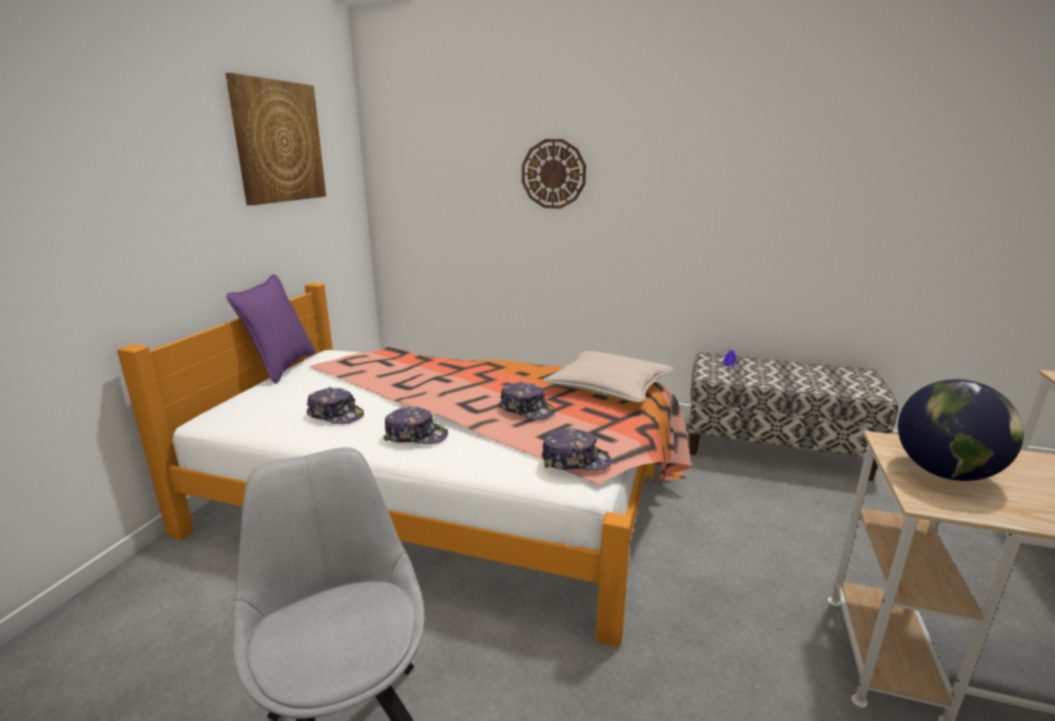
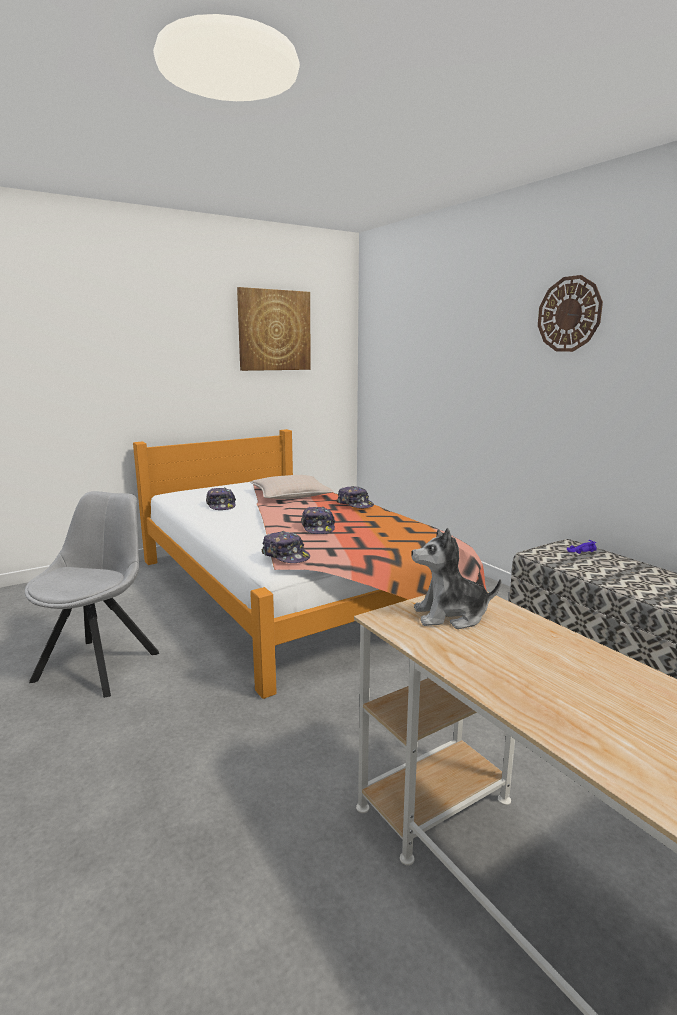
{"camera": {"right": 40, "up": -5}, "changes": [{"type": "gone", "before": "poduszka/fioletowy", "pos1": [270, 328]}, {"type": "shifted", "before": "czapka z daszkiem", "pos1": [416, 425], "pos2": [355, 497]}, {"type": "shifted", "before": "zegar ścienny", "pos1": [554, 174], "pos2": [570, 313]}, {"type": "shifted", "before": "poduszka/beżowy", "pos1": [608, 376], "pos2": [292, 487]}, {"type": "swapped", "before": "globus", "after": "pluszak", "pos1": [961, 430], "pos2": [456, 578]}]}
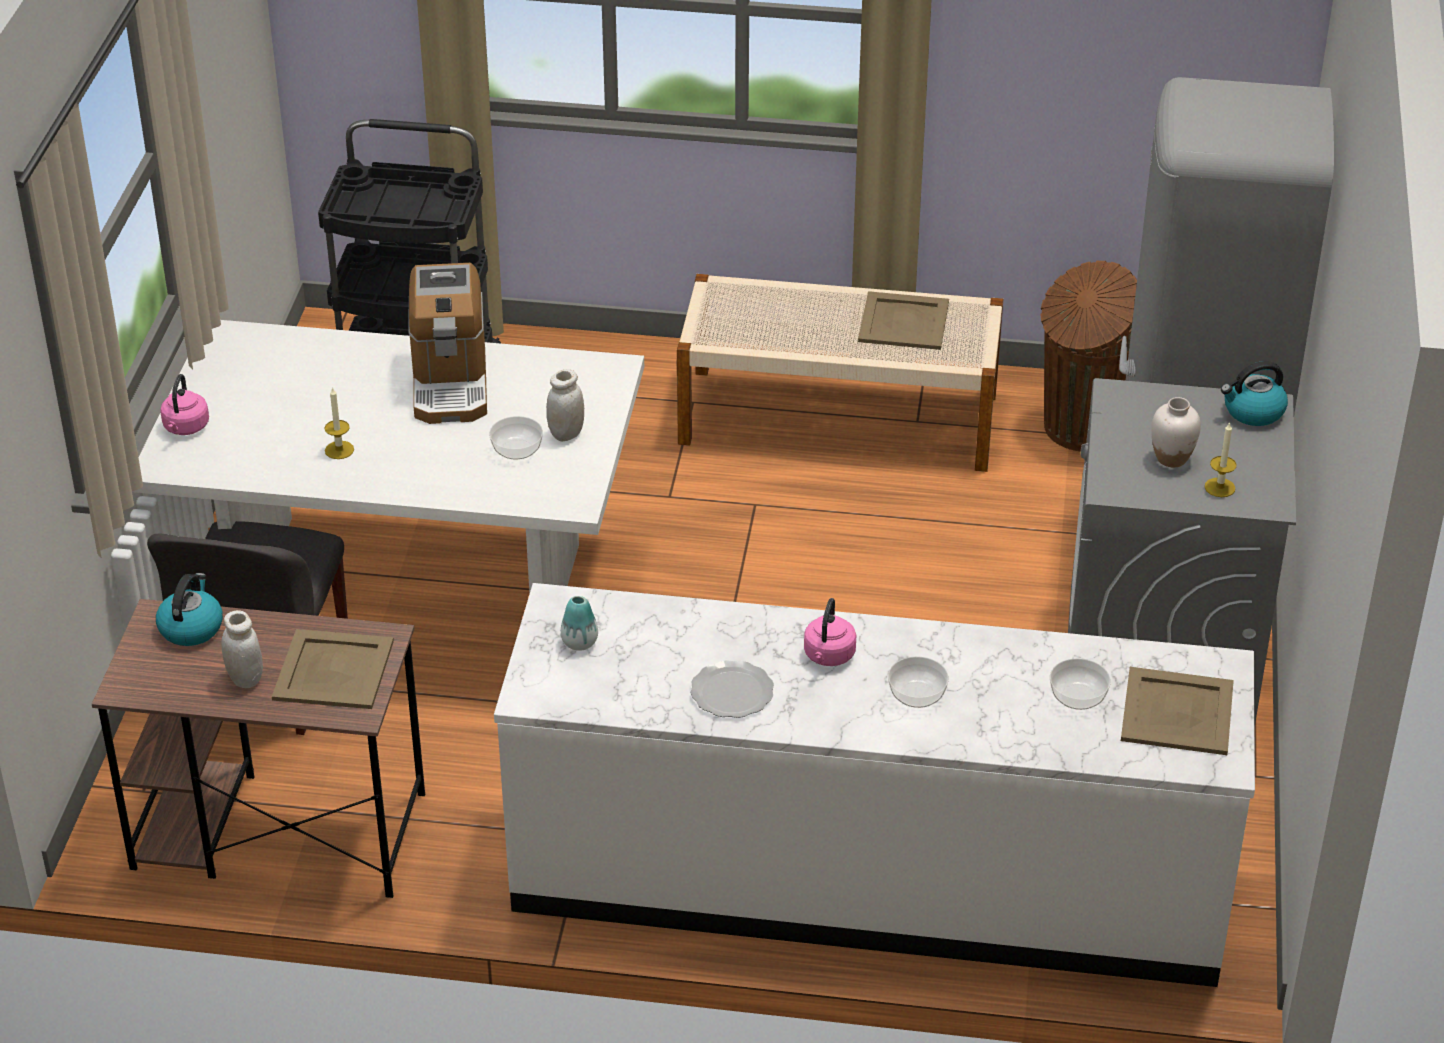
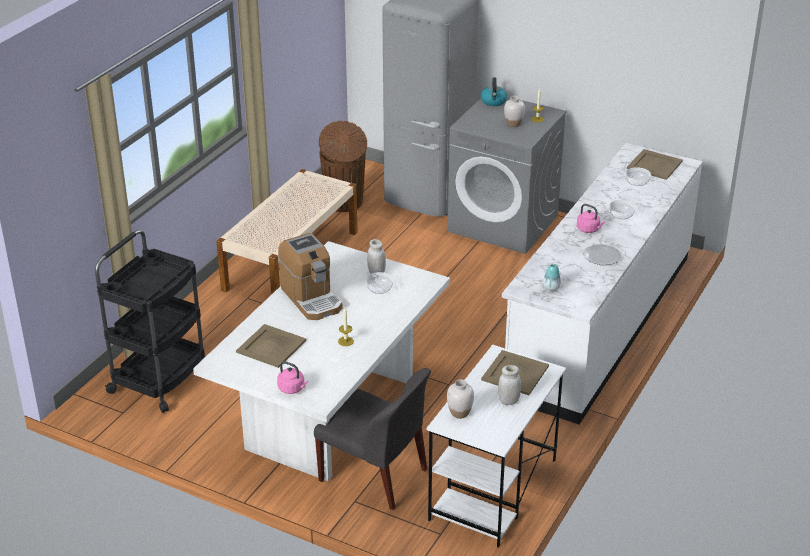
{"camera": {"right": -70, "up": -5}, "changes": [{"type": "shifted", "before": "taca/beżowy", "pos1": [903, 320], "pos2": [271, 346]}, {"type": "swapped", "before": "czajnik", "after": "wazon/biały", "pos1": [189, 609], "pos2": [460, 399]}, {"type": "repainted", "before": "biurko/brązowy", "after": "biurko/biały", "pos1": [258, 748], "pos2": [496, 446]}, {"type": "rotated", "before": "ekspres do kawy", "pos1": [448, 343], "pos2": [310, 276], "turn": 45}]}
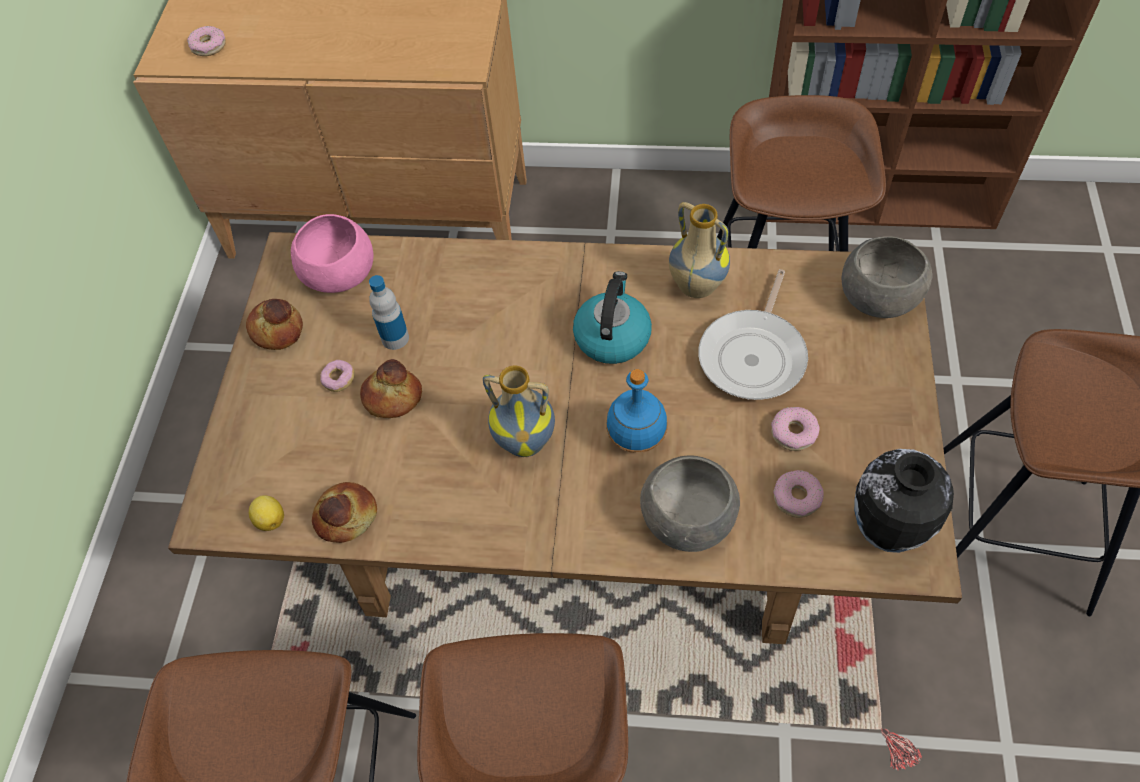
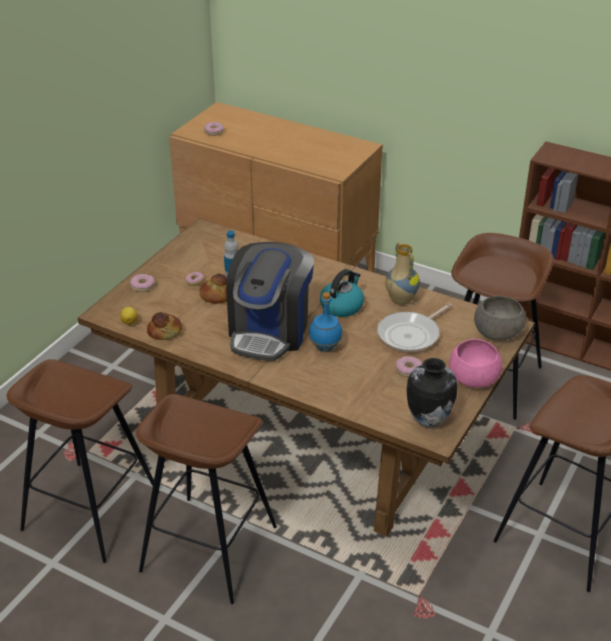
{"camera": {"right": 20, "up": -20}, "changes": [{"type": "gone", "before": "chleb", "pos1": [274, 324]}, {"type": "gone", "before": "miska/szary", "pos1": [690, 504]}, {"type": "shifted", "before": "miska/różowy", "pos1": [332, 253], "pos2": [475, 363]}, {"type": "shifted", "before": "donut", "pos1": [798, 494], "pos2": [142, 283]}, {"type": "swapped", "before": "wazon", "after": "ekspres do kawy", "pos1": [519, 411], "pos2": [270, 301]}]}
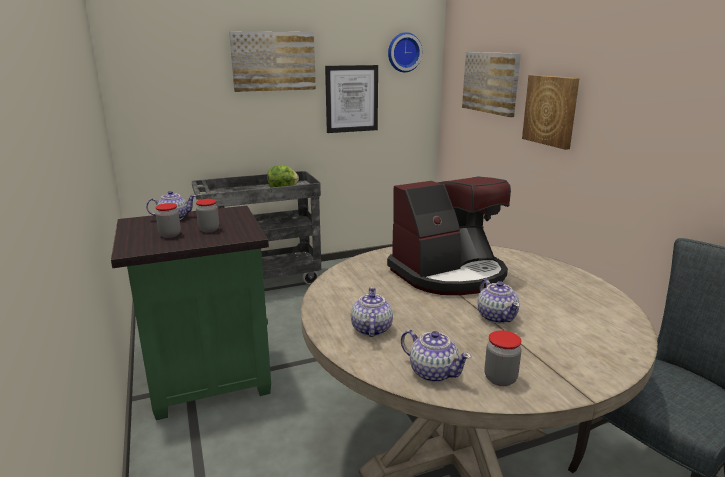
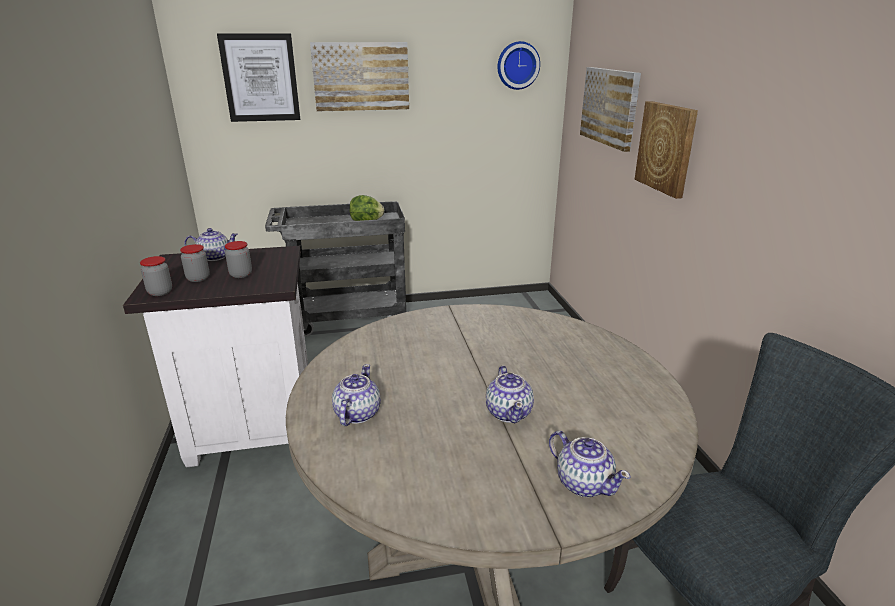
{"camera": {"right": 10, "up": 5}, "changes": [{"type": "gone", "before": "ekspres do kawy", "pos1": [449, 236]}, {"type": "shifted", "before": "obraz", "pos1": [351, 99], "pos2": [258, 78]}, {"type": "shifted", "before": "imbryk", "pos1": [436, 356], "pos2": [589, 464]}, {"type": "shifted", "before": "słoik", "pos1": [503, 358], "pos2": [156, 276]}, {"type": "repainted", "before": "szafka/zielony", "after": "szafka/biały", "pos1": [191, 313], "pos2": [215, 357]}]}
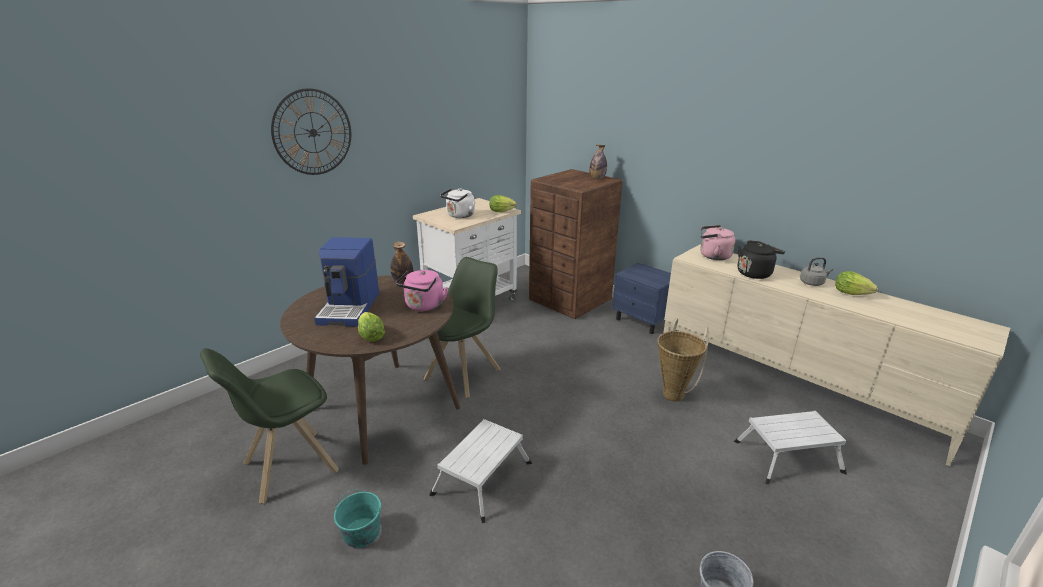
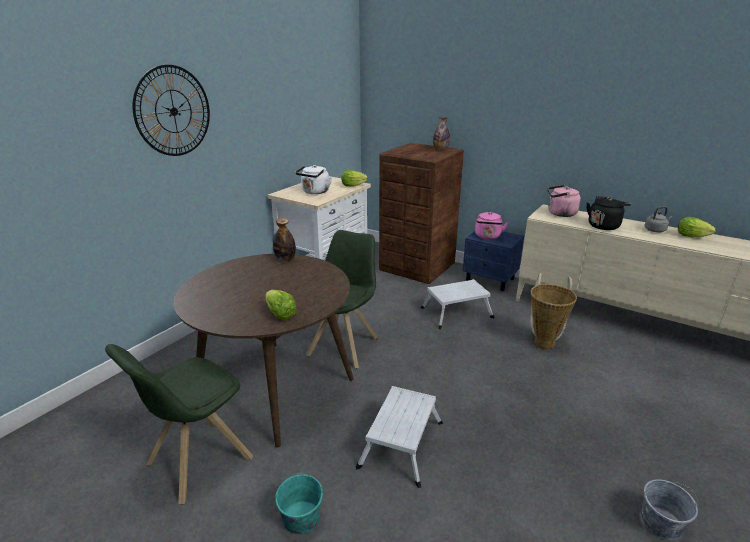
{"camera": {"right": -10, "up": 0}, "changes": [{"type": "gone", "before": "ekspres do kawy", "pos1": [346, 282]}, {"type": "shifted", "before": "czajnik/różowy", "pos1": [422, 290], "pos2": [492, 225]}, {"type": "shifted", "before": "drabinka/biały", "pos1": [790, 448], "pos2": [458, 304]}]}
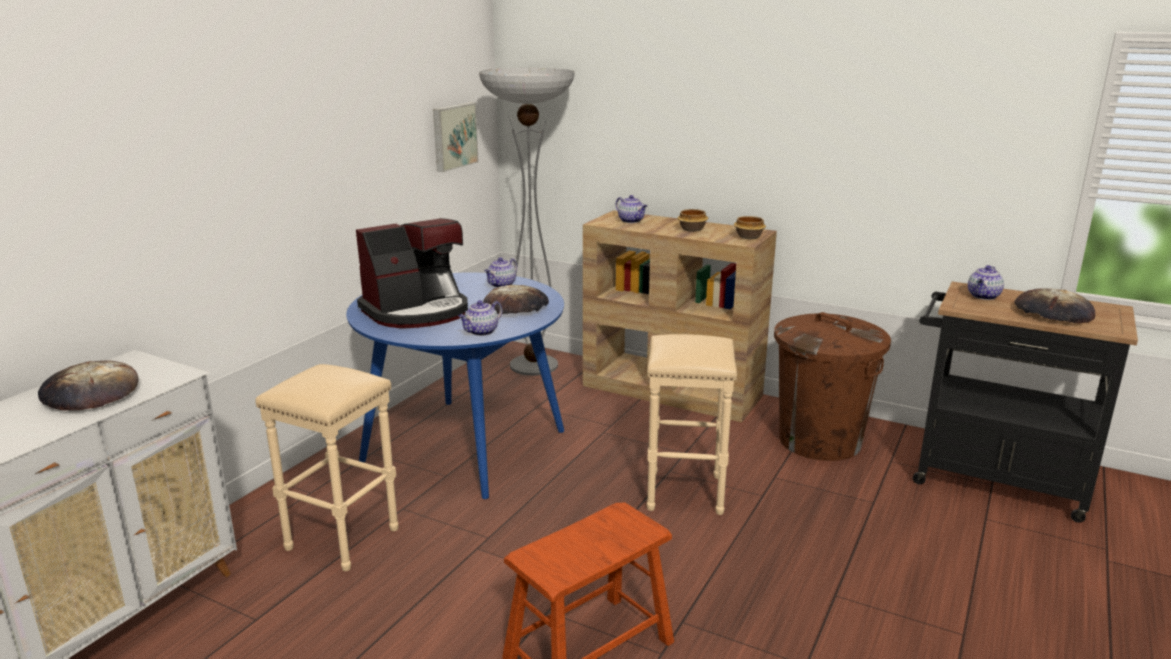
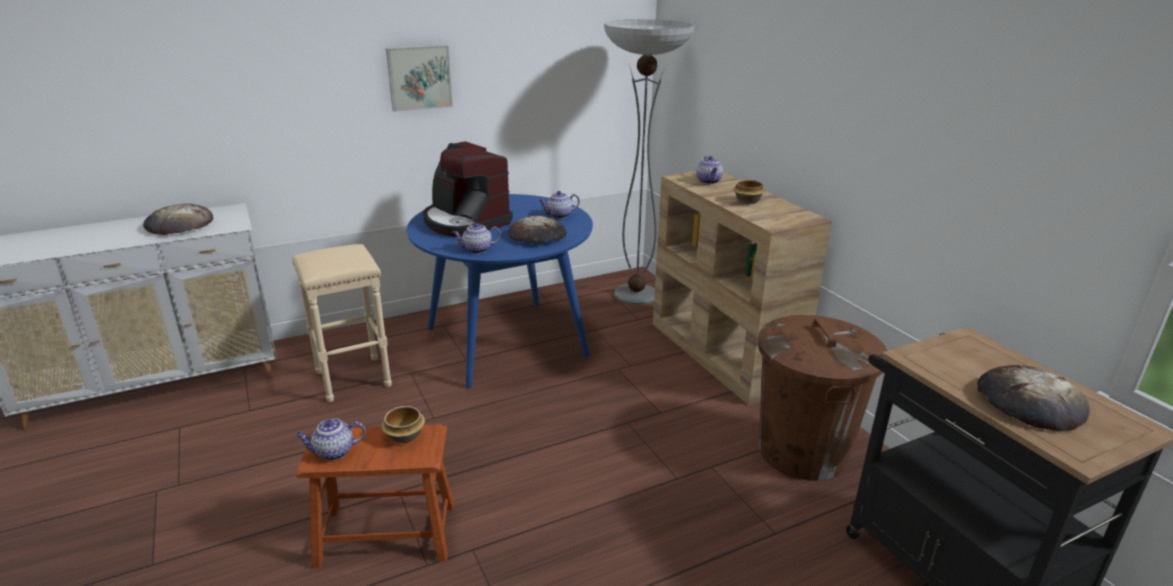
{"camera": {"right": 35, "up": 5}, "changes": [{"type": "gone", "before": "stołek/beżowy", "pos1": [692, 424]}, {"type": "shifted", "before": "obraz", "pos1": [456, 137], "pos2": [419, 78]}, {"type": "shifted", "before": "miska", "pos1": [750, 227], "pos2": [403, 424]}, {"type": "shifted", "before": "imbryk", "pos1": [986, 282], "pos2": [331, 439]}, {"type": "rotated", "before": "ekspres do kawy", "pos1": [412, 273], "pos2": [468, 189], "turn": 45}]}
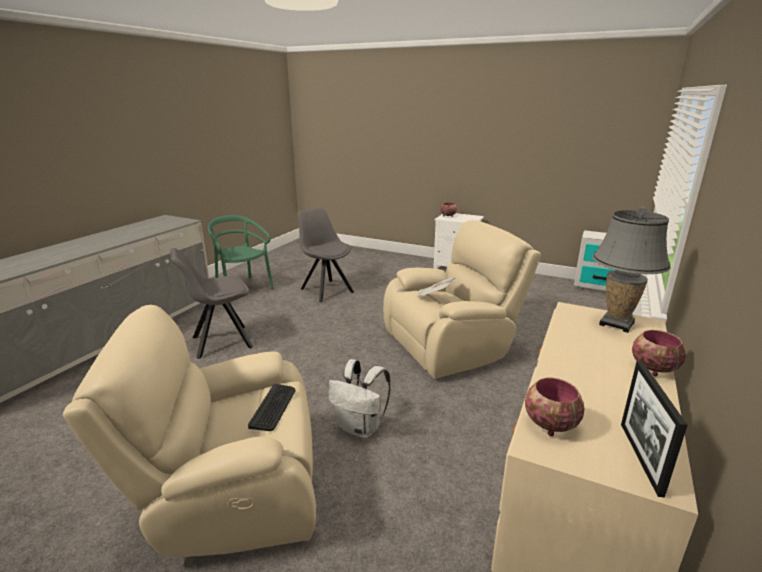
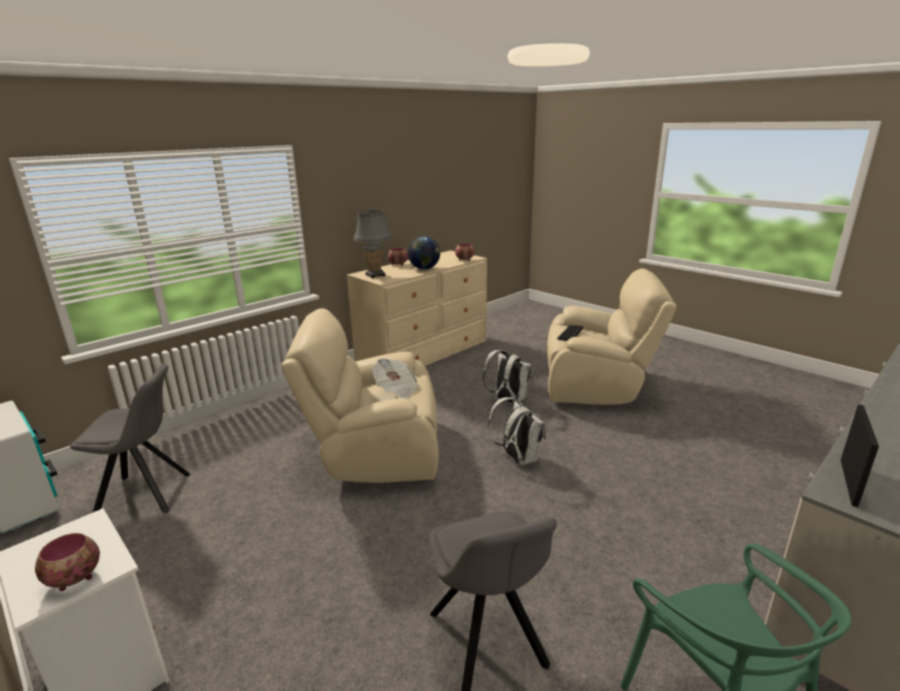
{"camera": {"right": -160, "up": 0}, "changes": [{"type": "new", "after": "globus", "pos2": [424, 253]}, {"type": "new", "after": "plecak/biały", "pos2": [517, 431]}, {"type": "shifted", "before": "krzesło/szary", "pos1": [211, 303], "pos2": [130, 438]}, {"type": "shifted", "before": "ramka na zdjęcie", "pos1": [654, 429], "pos2": [860, 455]}]}
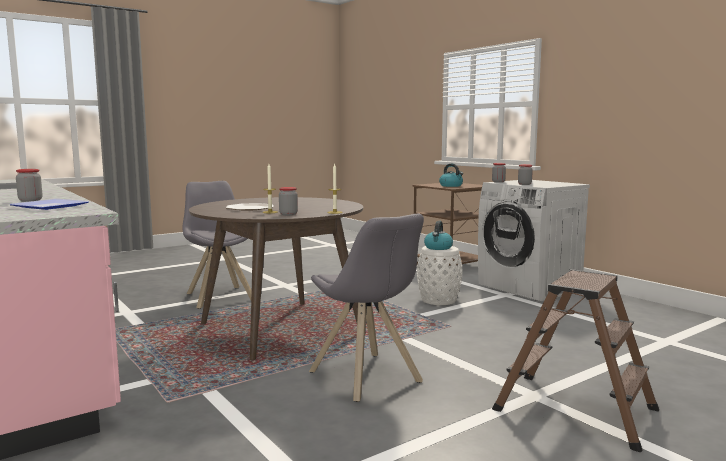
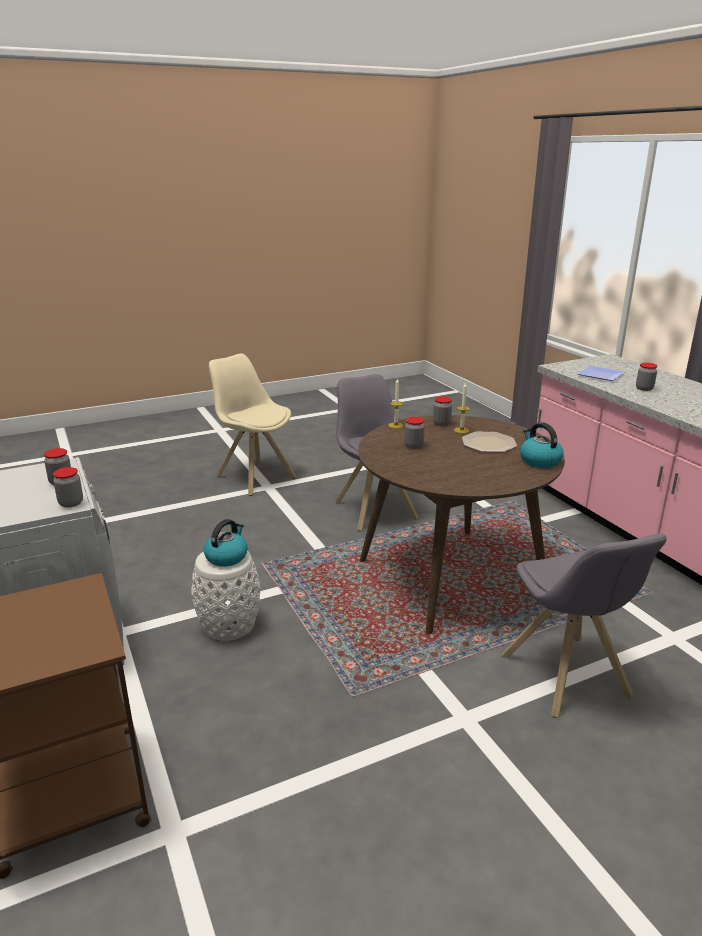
{"camera": {"right": -170, "up": 15}, "changes": [{"type": "new", "after": "słoik", "pos2": [414, 433]}, {"type": "shifted", "before": "czajnik", "pos1": [451, 175], "pos2": [542, 445]}, {"type": "swapped", "before": "drabinka/brązowy", "after": "krzesło/beżowy", "pos1": [575, 360], "pos2": [252, 425]}]}
